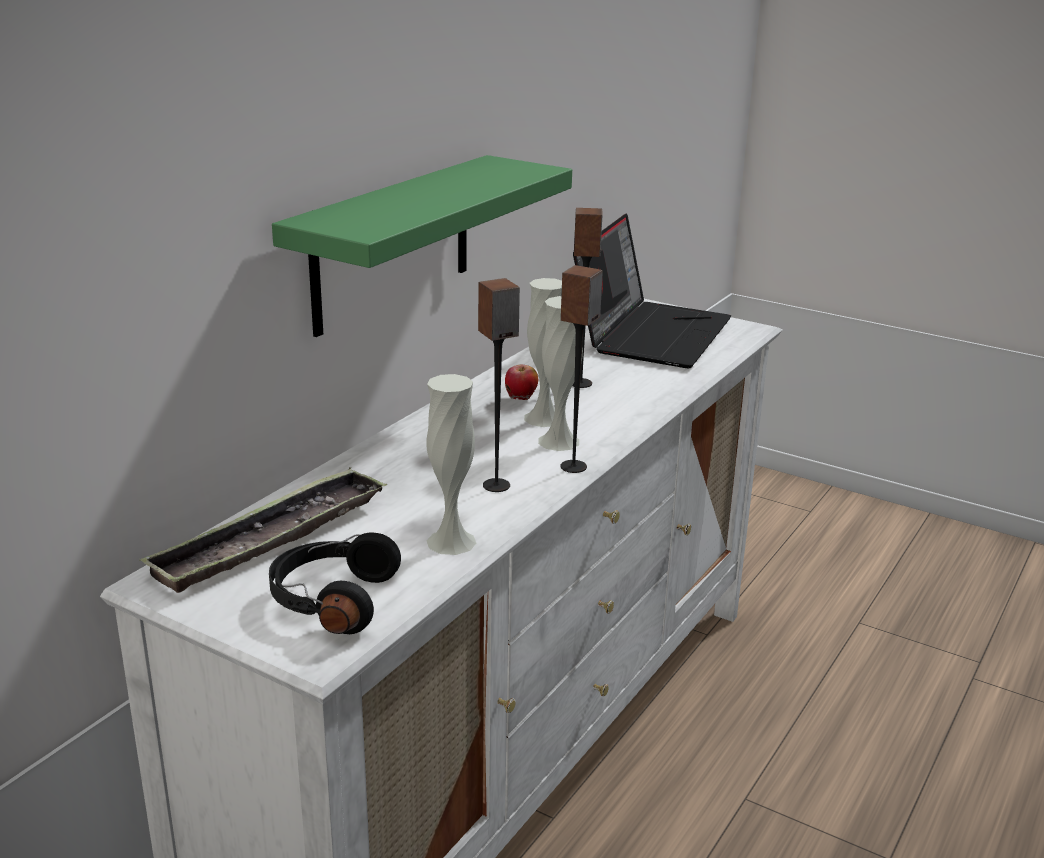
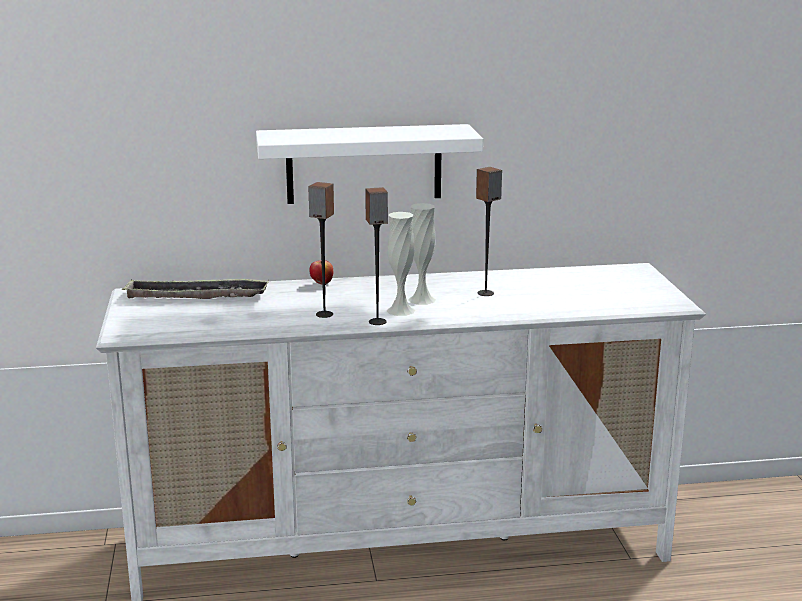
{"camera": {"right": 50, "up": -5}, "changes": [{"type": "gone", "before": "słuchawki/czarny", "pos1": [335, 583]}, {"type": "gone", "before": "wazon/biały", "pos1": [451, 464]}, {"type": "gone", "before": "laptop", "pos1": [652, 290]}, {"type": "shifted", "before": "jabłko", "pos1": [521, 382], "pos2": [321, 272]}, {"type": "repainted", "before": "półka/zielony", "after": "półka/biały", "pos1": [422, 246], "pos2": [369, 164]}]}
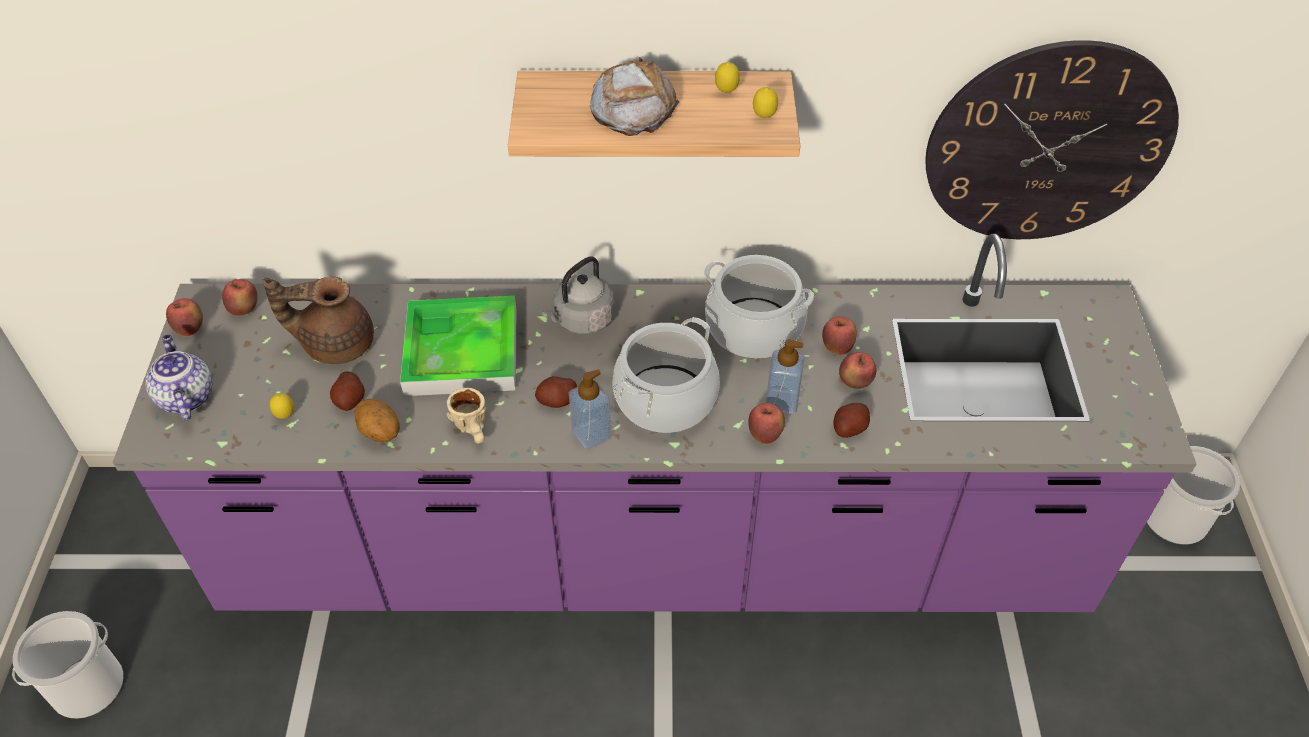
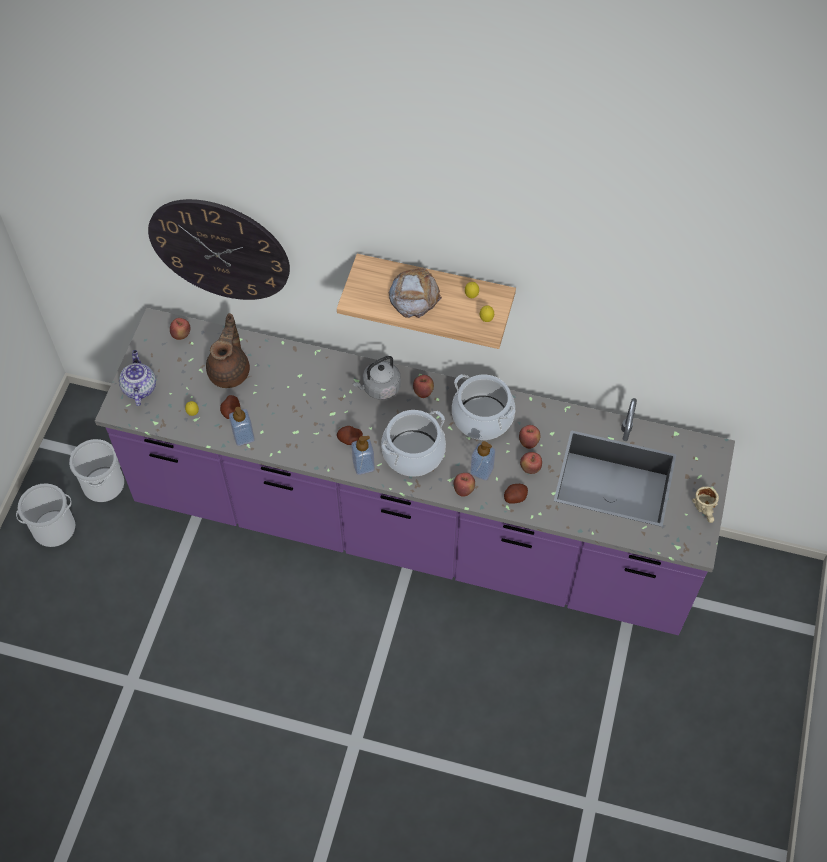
{"camera": {"right": 15, "up": 10}, "changes": [{"type": "gone", "before": "taca", "pos1": [458, 346]}, {"type": "shifted", "before": "jabłko", "pos1": [184, 317], "pos2": [423, 386]}, {"type": "shifted", "before": "kubek/beżowy", "pos1": [466, 416], "pos2": [705, 504]}, {"type": "shifted", "before": "zegar ścienny", "pos1": [1052, 139], "pos2": [219, 249]}, {"type": "shifted", "before": "wiadro", "pos1": [1193, 495], "pos2": [96, 470]}, {"type": "swapped", "before": "ziemniak", "after": "dozownik mydła", "pos1": [377, 420], "pos2": [242, 426]}, {"type": "rotated", "before": "imbryk/brązowy", "pos1": [318, 320], "pos2": [228, 350], "turn": 90}]}
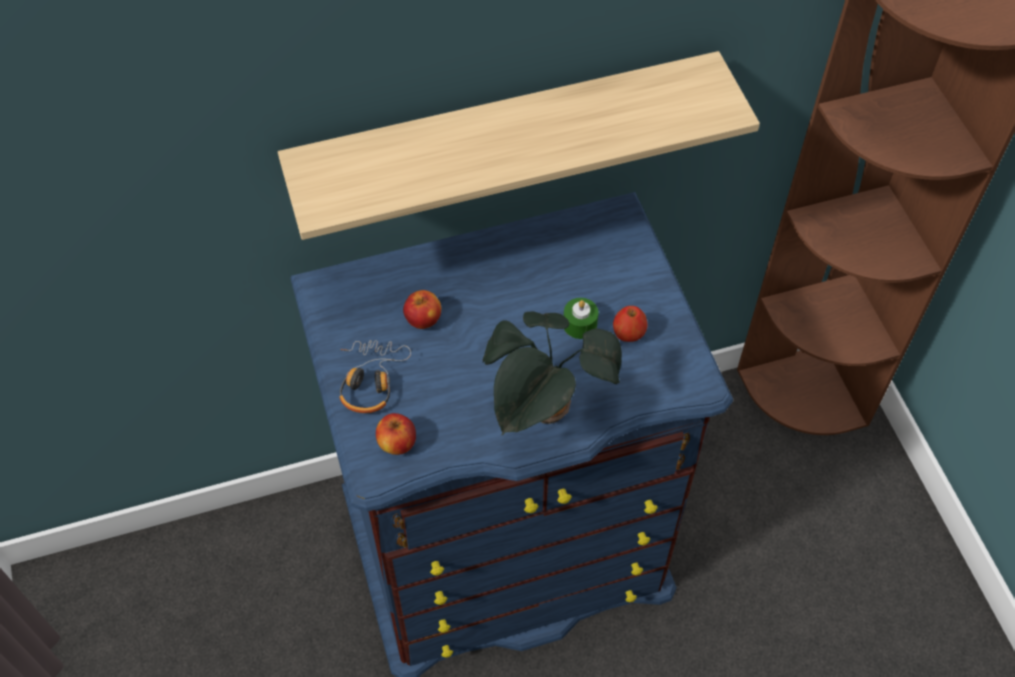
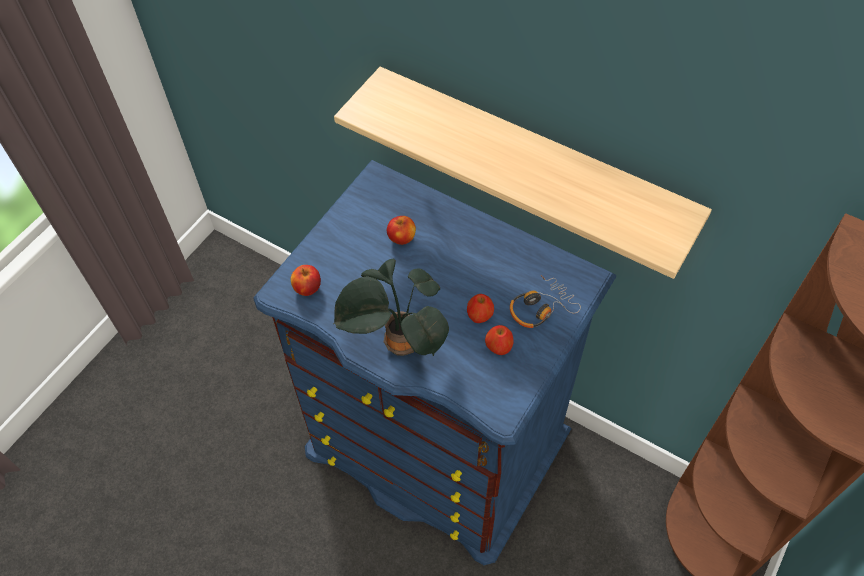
{"camera": {"right": 50, "up": 0}, "changes": [{"type": "shifted", "before": "słuchawki", "pos1": [375, 376], "pos2": [545, 301]}, {"type": "swapped", "before": "świeca/zielony", "after": "jabłko", "pos1": [581, 318], "pos2": [480, 308]}]}
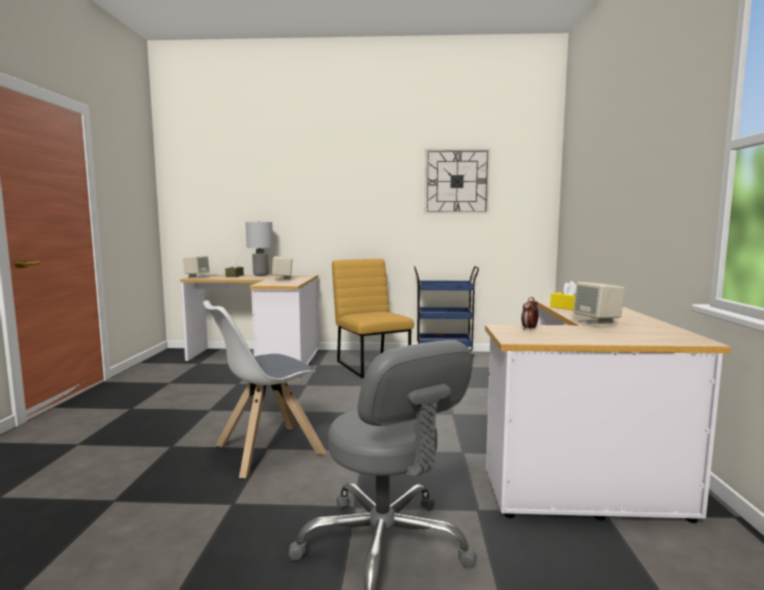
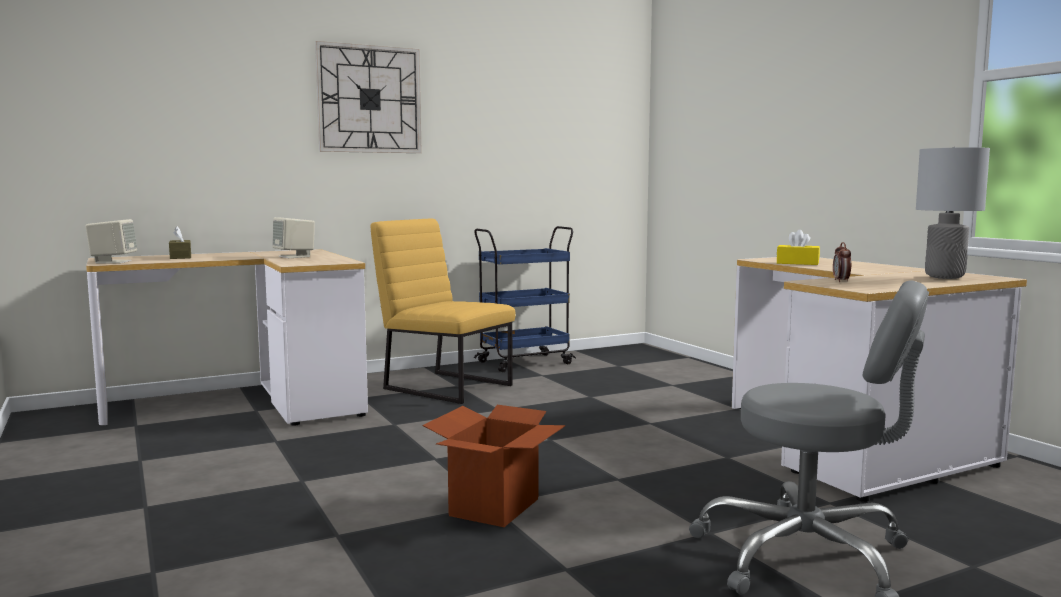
{"camera": {"right": -30, "up": 0}, "changes": [{"type": "gone", "before": "głośnik/beżowy", "pos1": [599, 304]}, {"type": "shifted", "before": "lampa stołowa/szary", "pos1": [259, 248], "pos2": [953, 213]}, {"type": "shifted", "before": "zegar ścienny", "pos1": [458, 181], "pos2": [368, 97]}, {"type": "swapped", "before": "krzesło", "after": "karton", "pos1": [264, 389], "pos2": [494, 466]}]}
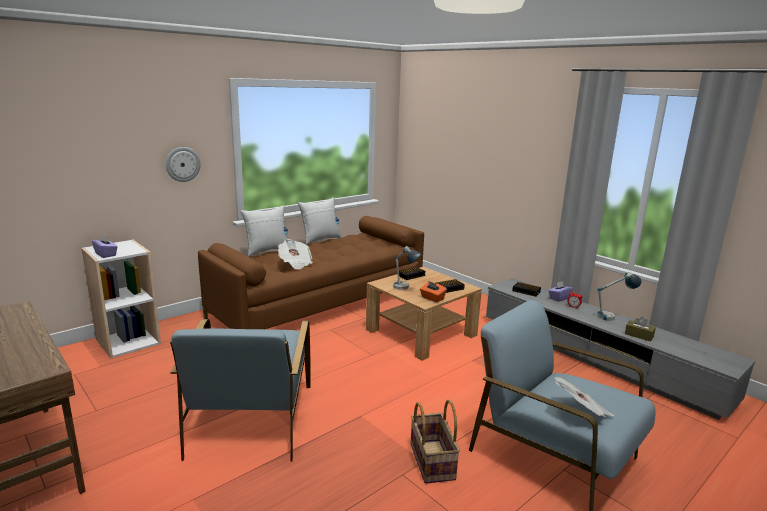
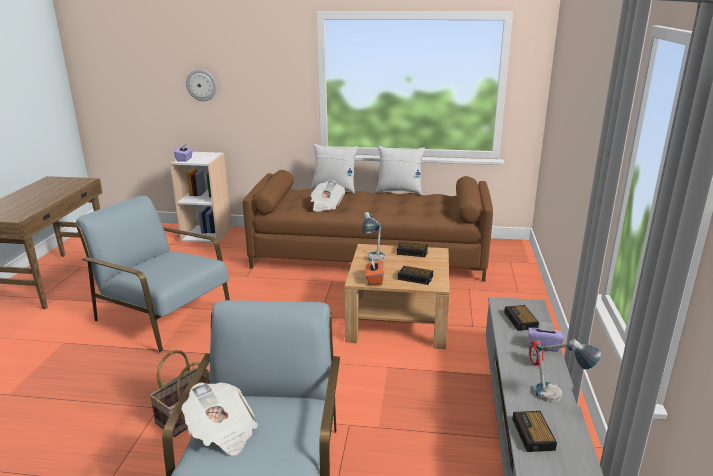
{"camera": {"right": 50, "up": 5}, "changes": [{"type": "shifted", "before": "zegar ścienny", "pos1": [183, 164], "pos2": [201, 85]}, {"type": "swapped", "before": "pudełko chusteczek/brązowy", "after": "budzik", "pos1": [640, 329], "pos2": [534, 431]}, {"type": "rotated", "before": "fotel/niebieski", "pos1": [240, 390], "pos2": [153, 274], "turn": 75}]}
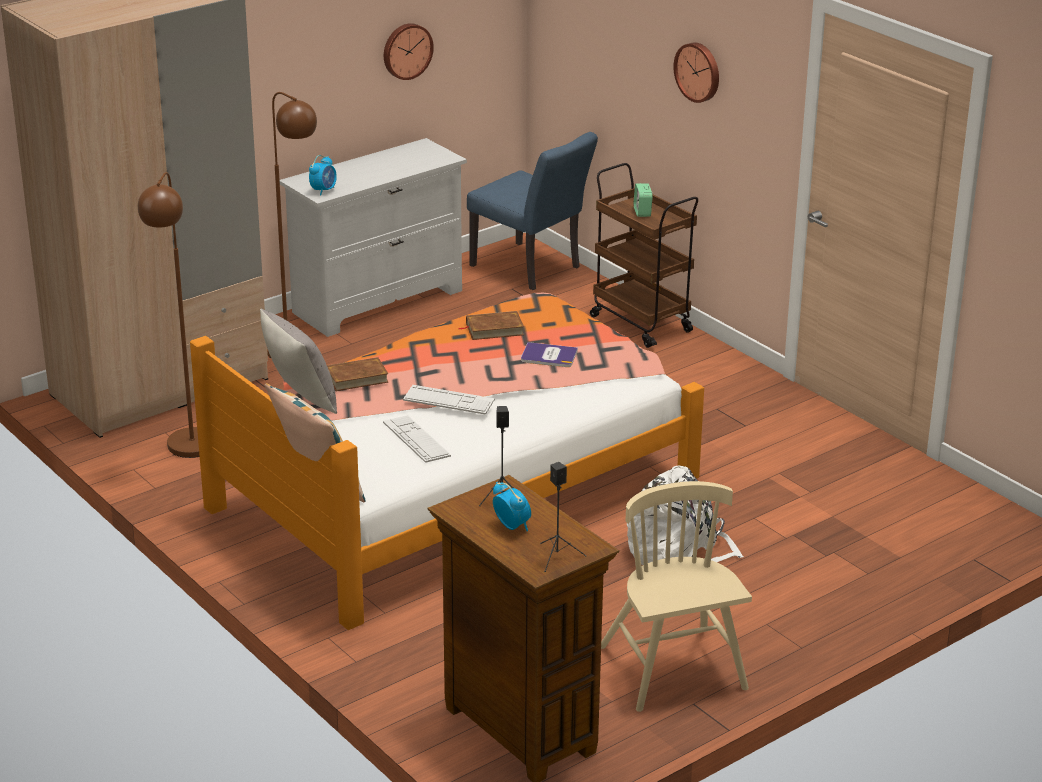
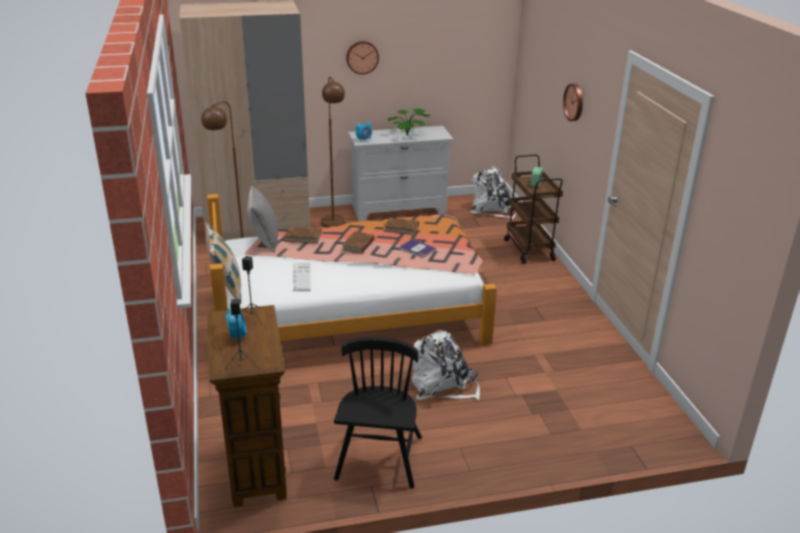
{"camera": {"right": 25, "up": 0}, "changes": [{"type": "gone", "before": "klawiatura", "pos1": [449, 400]}, {"type": "new", "after": "książka/brązowy", "pos2": [358, 242]}, {"type": "new", "after": "roślina doniczkowa", "pos2": [409, 121]}, {"type": "shifted", "before": "zegar ścienny", "pos1": [409, 51], "pos2": [362, 58]}, {"type": "swapped", "before": "krzesło/niebieski", "after": "plecak/biały", "pos1": [532, 211], "pos2": [493, 192]}, {"type": "repainted", "before": "krzesło/beżowy", "after": "krzesło/czarny", "pos1": [676, 596], "pos2": [378, 412]}]}
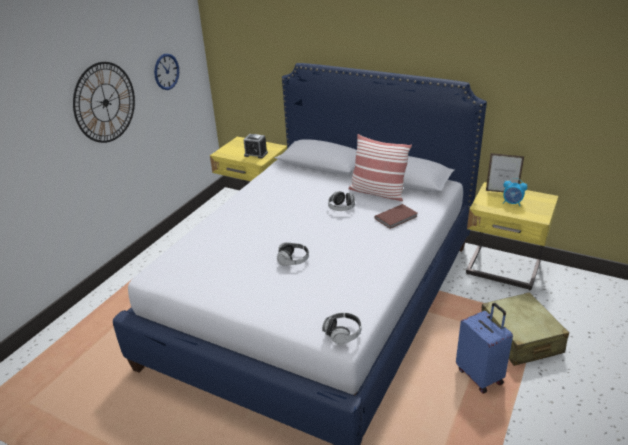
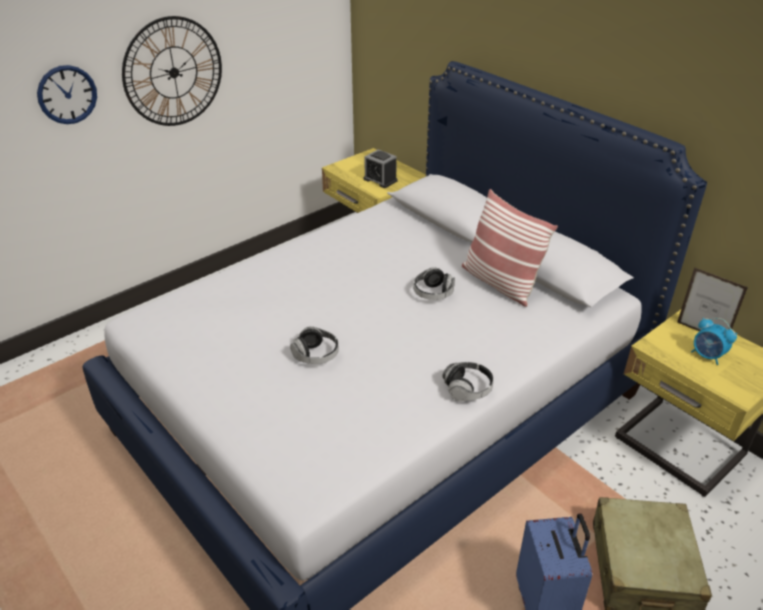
{"camera": {"right": 20, "up": 5}, "changes": [{"type": "gone", "before": "książka/brązowy", "pos1": [396, 216]}, {"type": "shifted", "before": "zegar ścienny", "pos1": [166, 71], "pos2": [67, 94]}, {"type": "shifted", "before": "słuchawki", "pos1": [341, 328], "pos2": [468, 381]}]}
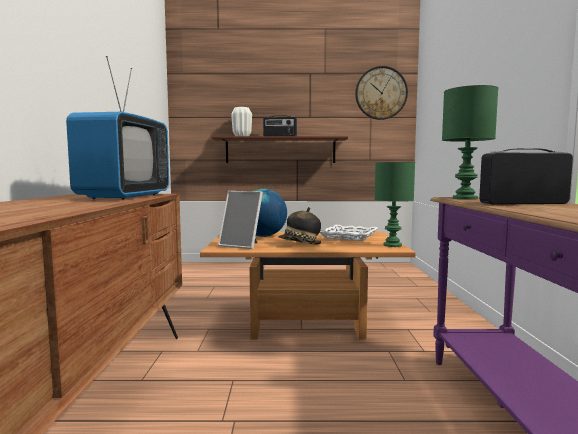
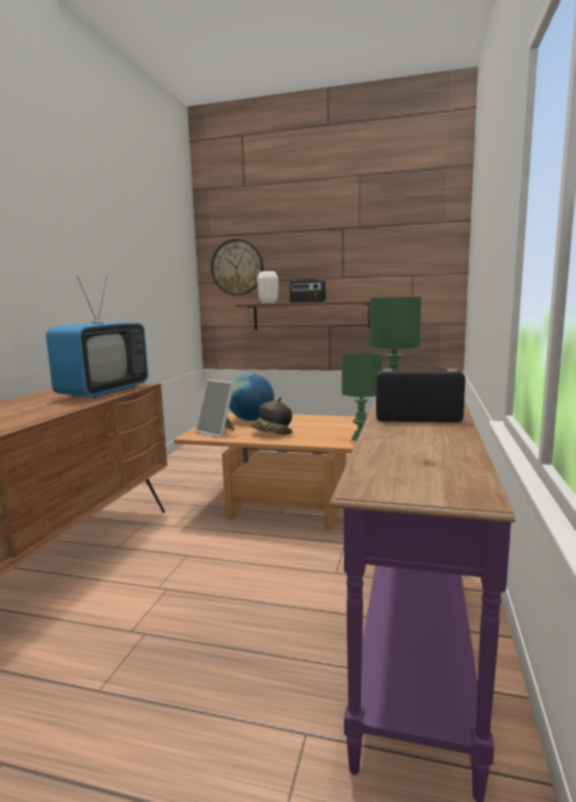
{"camera": {"right": 15, "up": 5}, "changes": [{"type": "gone", "before": "taca/biały", "pos1": [348, 233]}, {"type": "shifted", "before": "zegar ścienny", "pos1": [381, 93], "pos2": [237, 267]}]}
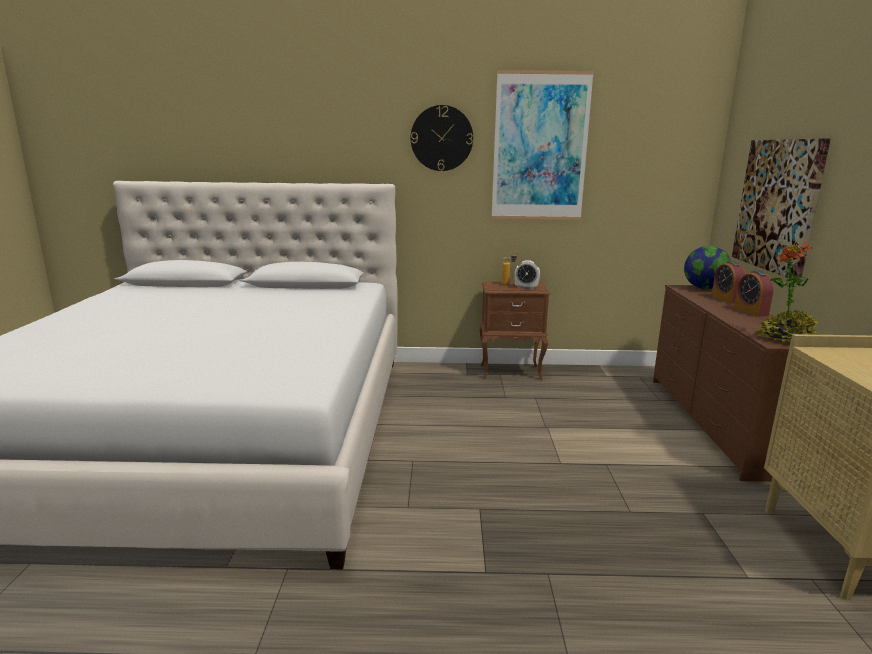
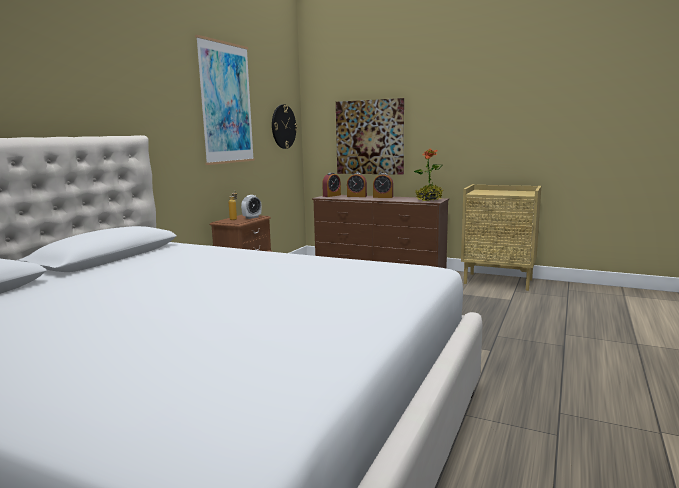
{"camera": {"right": -65, "up": -5}, "changes": [{"type": "shifted", "before": "zegar ścienny", "pos1": [442, 138], "pos2": [285, 126]}, {"type": "swapped", "before": "globus", "after": "budzik", "pos1": [707, 267], "pos2": [331, 185]}]}
